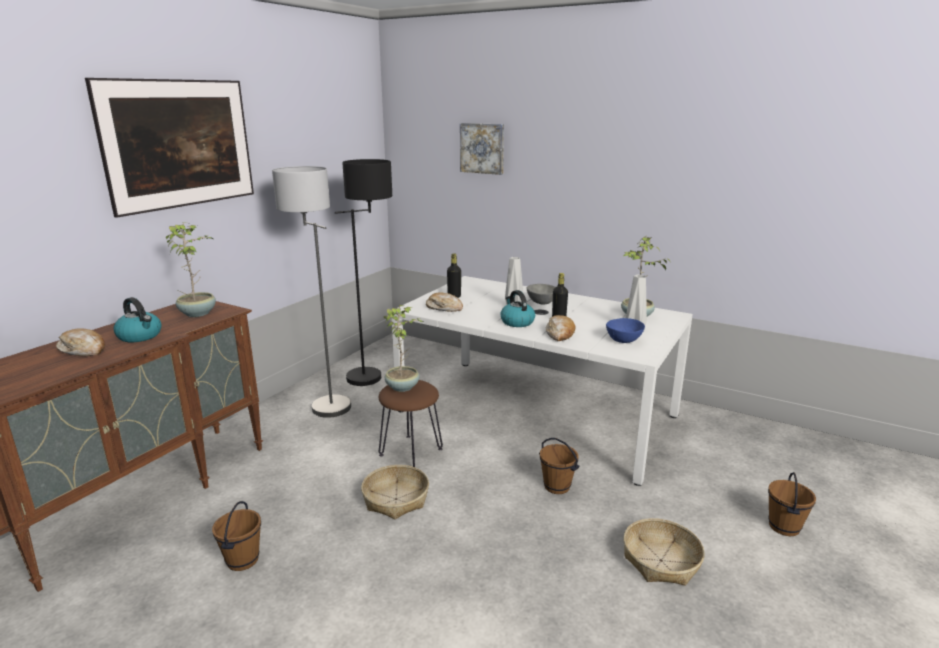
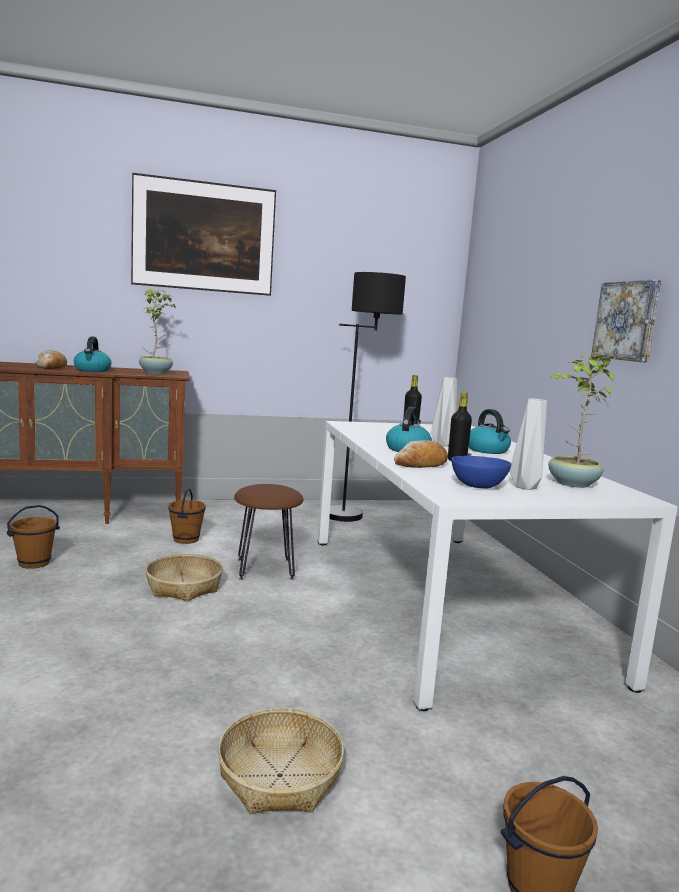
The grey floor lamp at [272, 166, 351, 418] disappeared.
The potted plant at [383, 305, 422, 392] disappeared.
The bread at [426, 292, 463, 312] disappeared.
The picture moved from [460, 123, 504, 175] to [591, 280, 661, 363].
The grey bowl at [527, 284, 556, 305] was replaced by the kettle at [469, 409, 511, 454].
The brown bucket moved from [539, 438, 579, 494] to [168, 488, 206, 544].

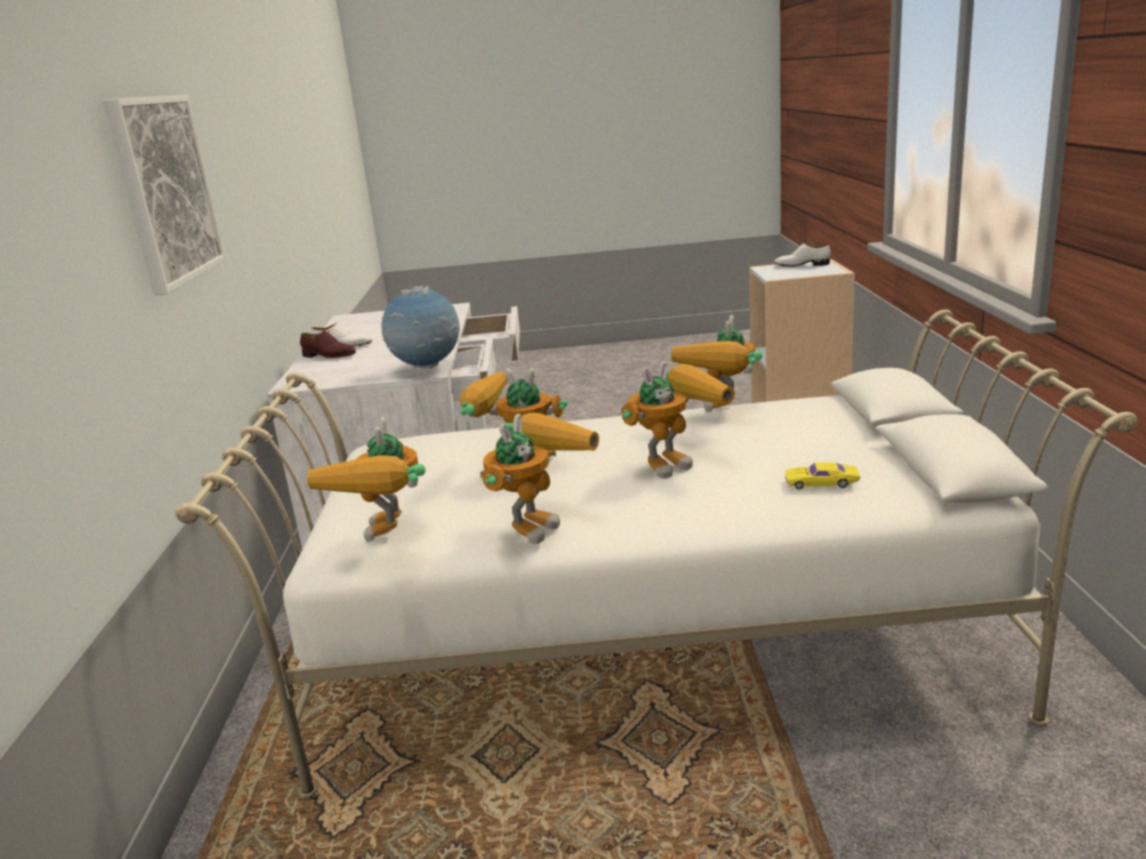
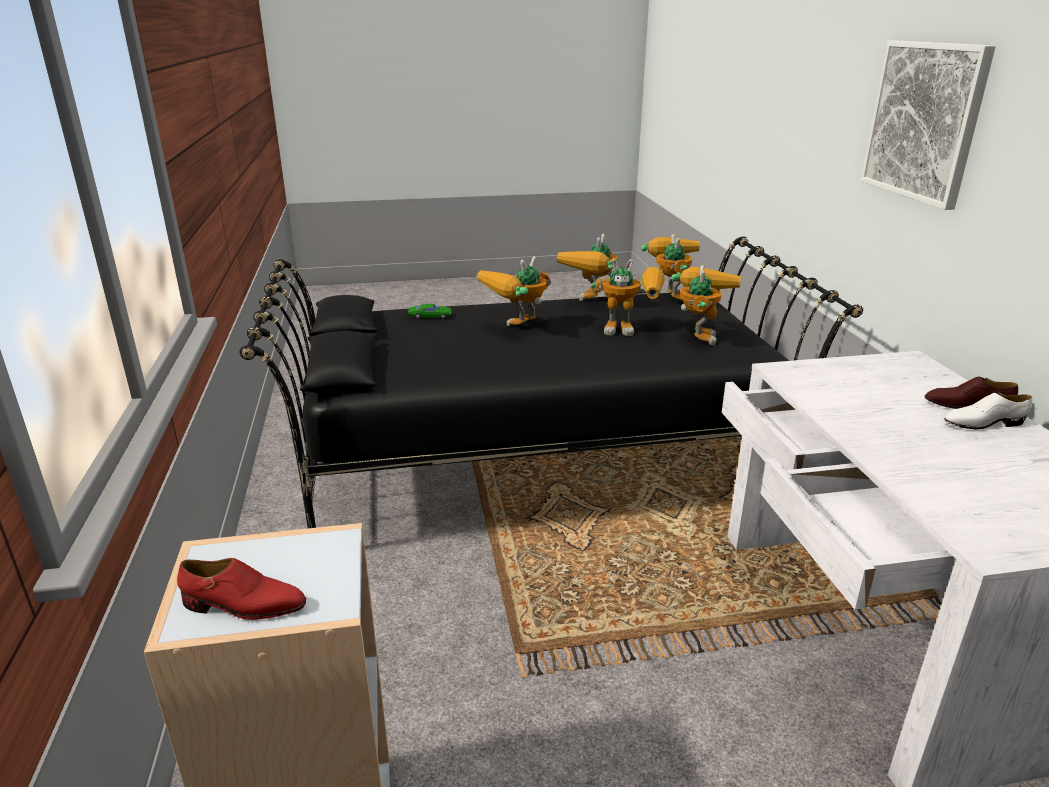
The white bed at [175, 310, 1137, 798] became the black bed at [240, 237, 863, 528].
The globe at [381, 286, 460, 368] disappeared.
The toy robot moved from [671, 315, 762, 412] to [671, 265, 741, 345].
The white shoe at [774, 243, 831, 267] became the red shoe at [177, 558, 306, 620].
The yellow toy car at [785, 462, 860, 489] became the green toy car at [408, 304, 451, 319].

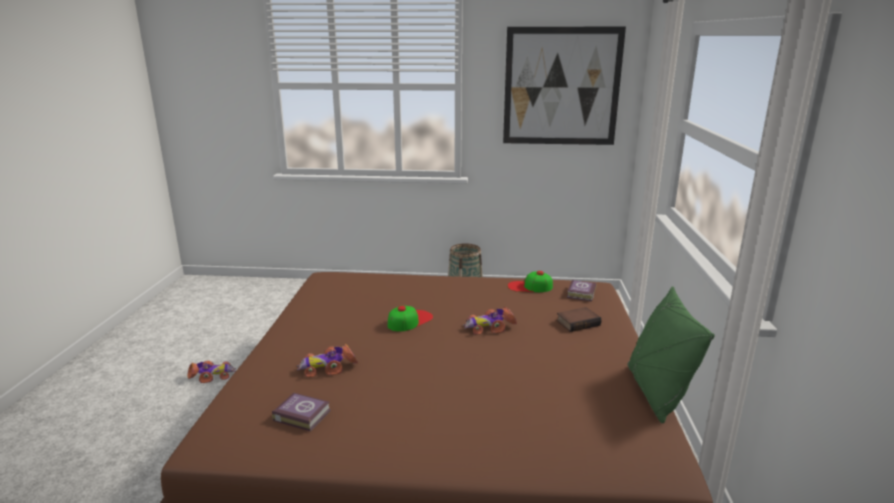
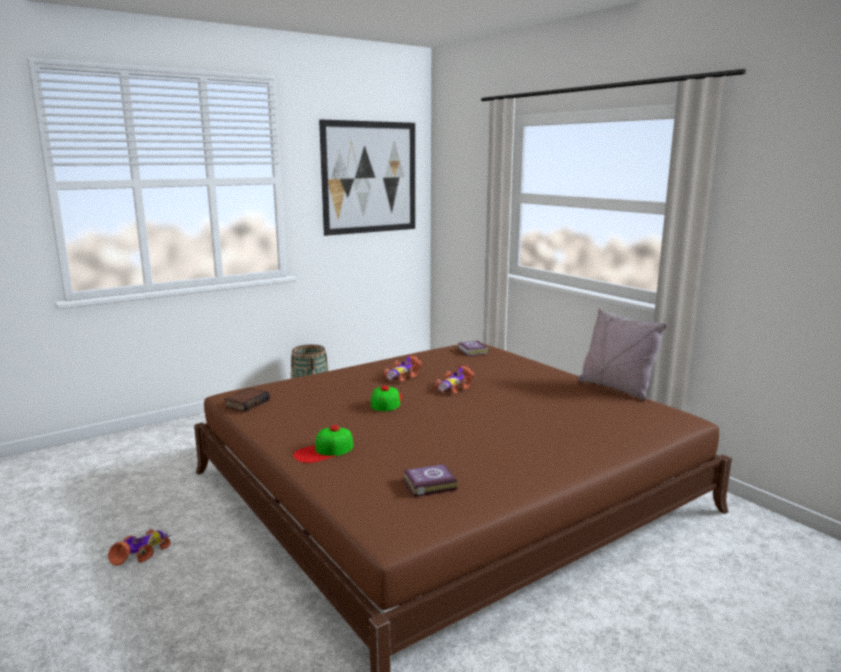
The toy car moved from [297, 344, 358, 377] to [384, 355, 422, 382].
The cap moved from [507, 271, 553, 292] to [293, 425, 353, 463].
The book moved from [557, 307, 602, 332] to [224, 388, 270, 412].
The green pillow at [628, 286, 715, 423] became the purple pillow at [578, 308, 667, 400].

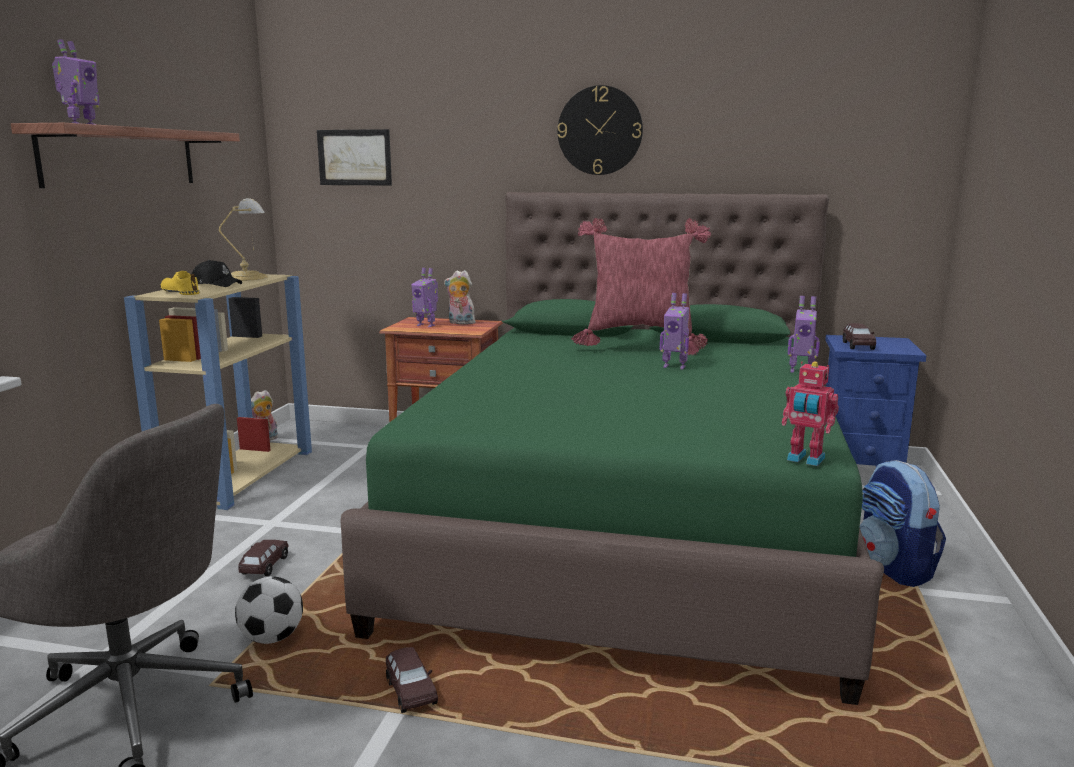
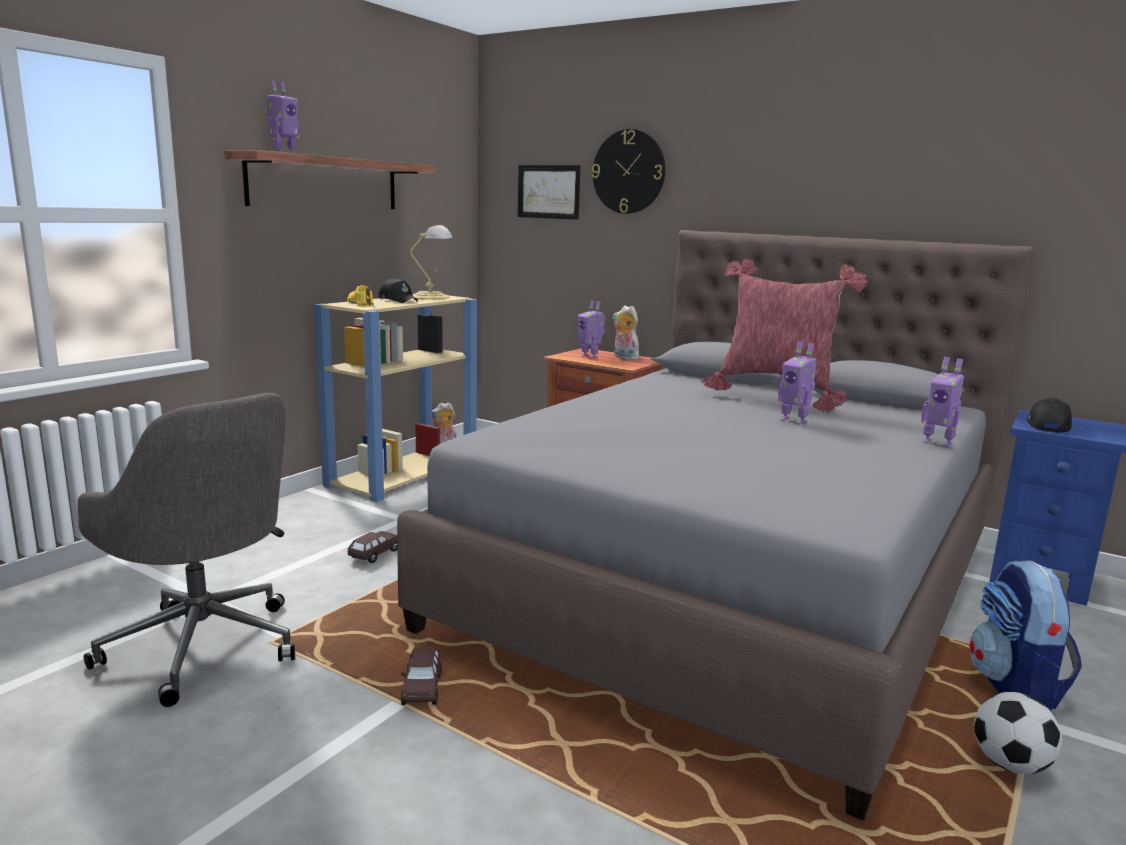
The football moved from [235, 576, 303, 644] to [974, 692, 1062, 774].
The green bed at [340, 192, 884, 705] became the grey bed at [397, 230, 1035, 821].
The wall clock moved from [558, 85, 643, 175] to [592, 129, 665, 214].
The toy robot at [782, 361, 839, 466] disappeared.
The brown toy car at [843, 323, 876, 350] was replaced by the black cap at [1027, 398, 1072, 432].

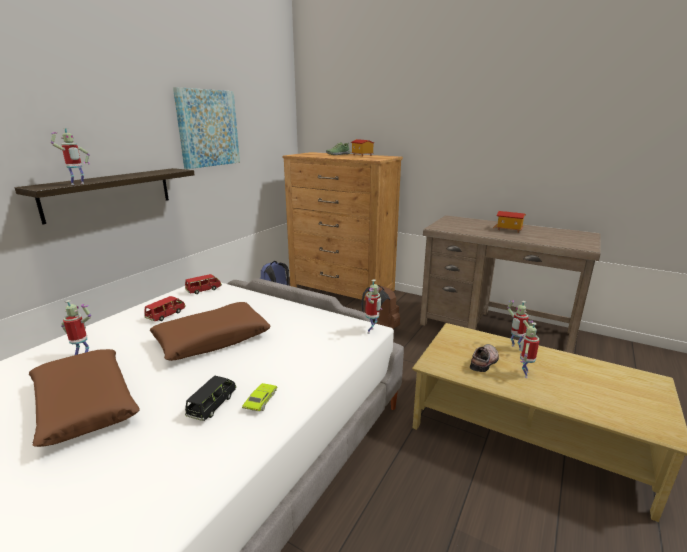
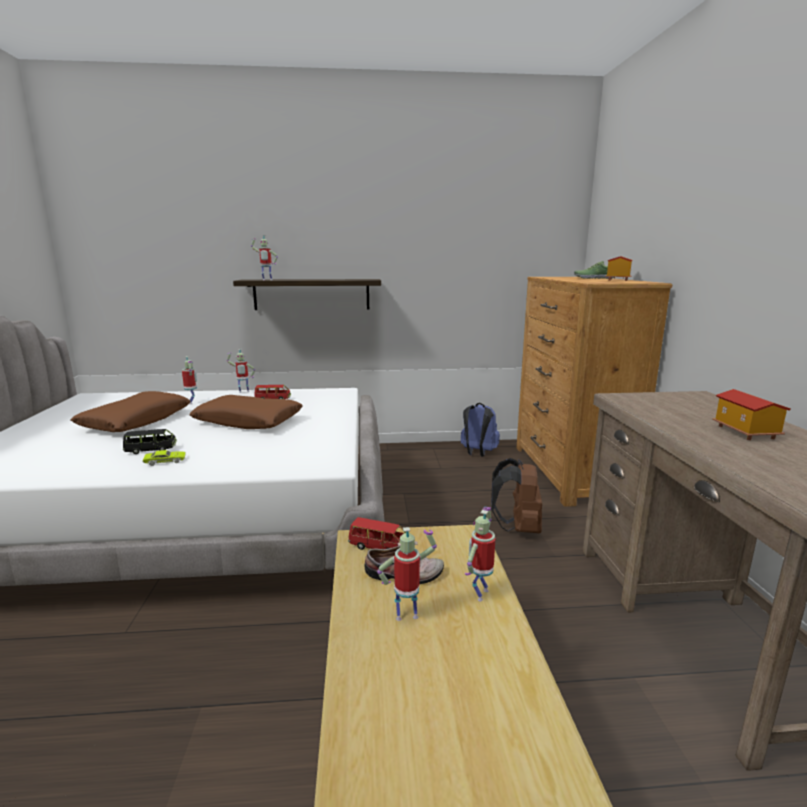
The picture at [173, 87, 240, 169] disappeared.
The red toy car moved from [185, 274, 222, 294] to [348, 517, 406, 550].
The toy robot moved from [365, 279, 382, 334] to [227, 349, 255, 393].

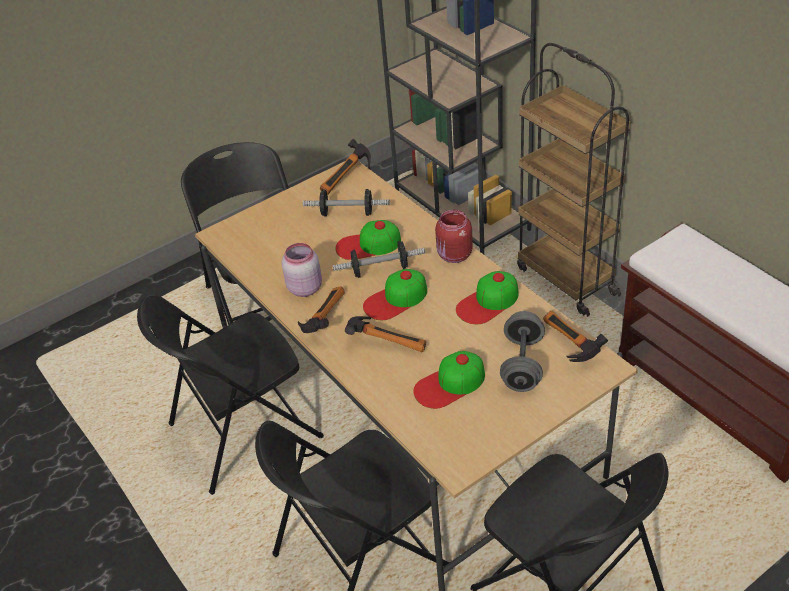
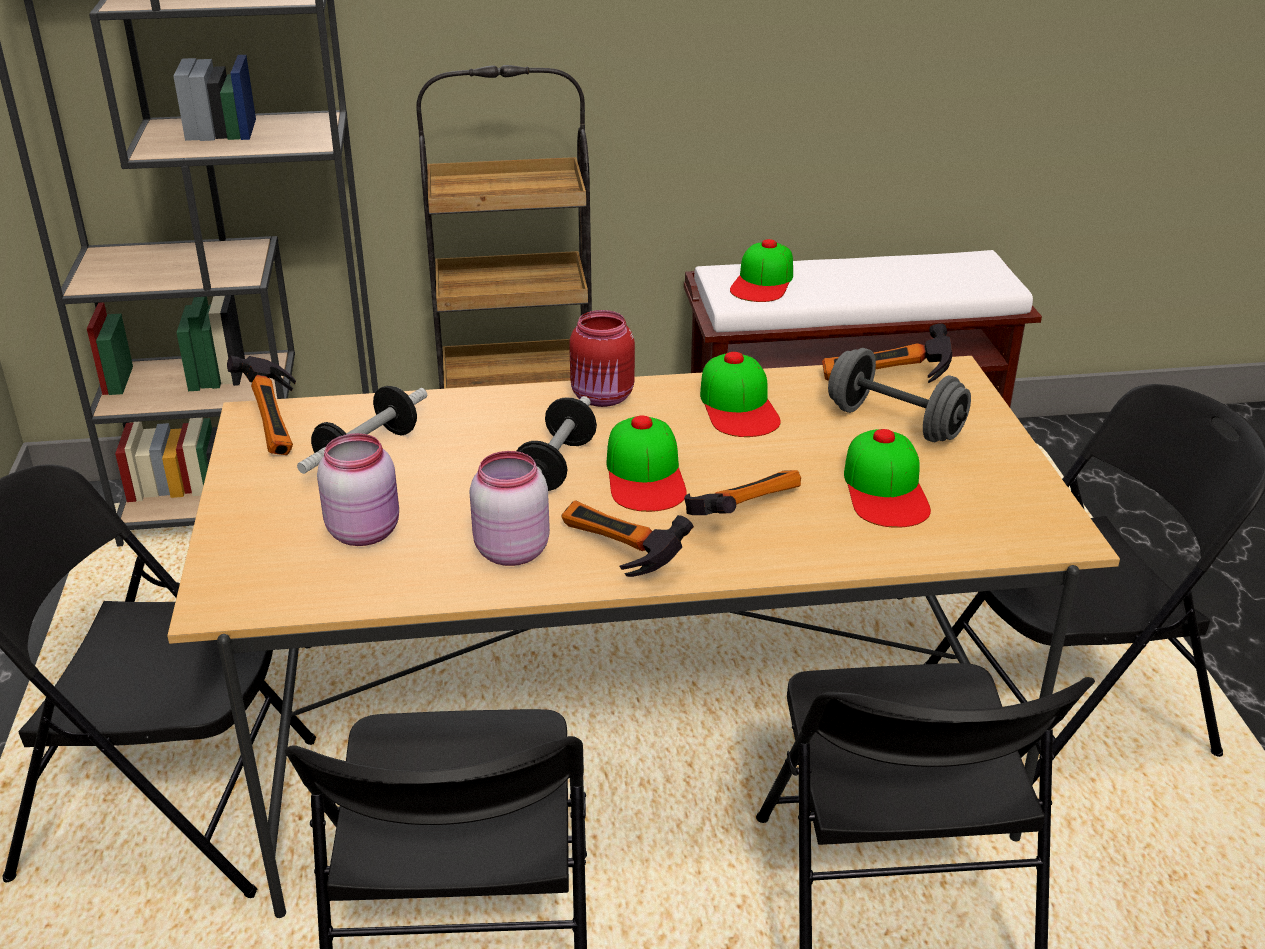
The cap moved from [336, 220, 401, 260] to [730, 239, 793, 302].
The pink jar at [317, 433, 399, 546] appeared.

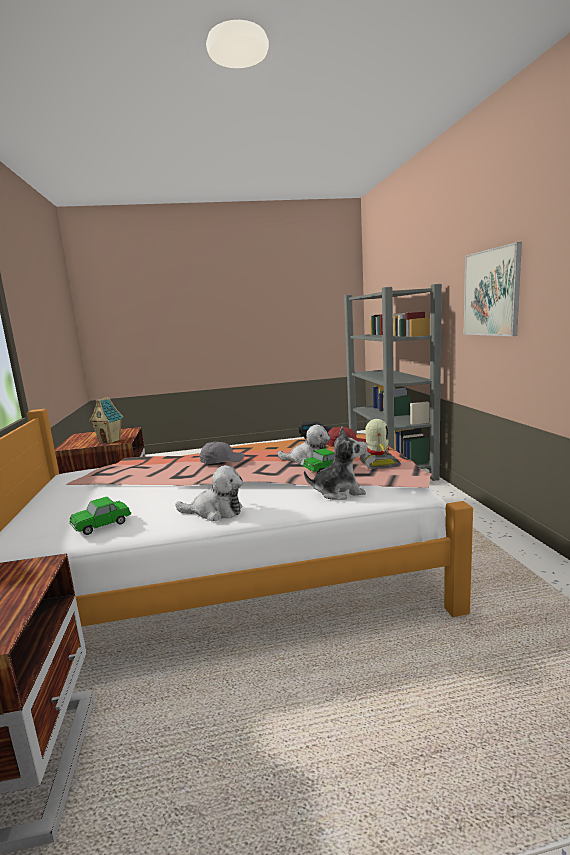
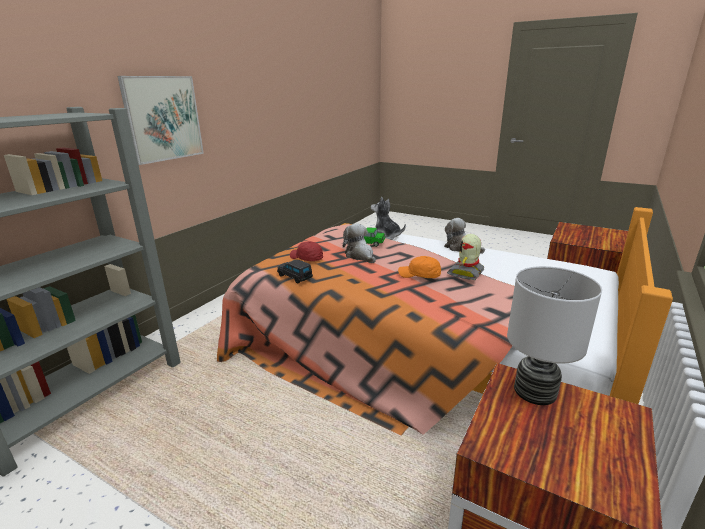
The toy car at [69, 497, 131, 535] disappeared.
The toy house at [89, 397, 123, 444] was replaced by the grey table lamp at [507, 266, 602, 405].
The grey cap at [200, 442, 244, 464] became the orange cap at [398, 256, 441, 278].
The toy robot moved from [360, 419, 401, 469] to [447, 234, 484, 280].

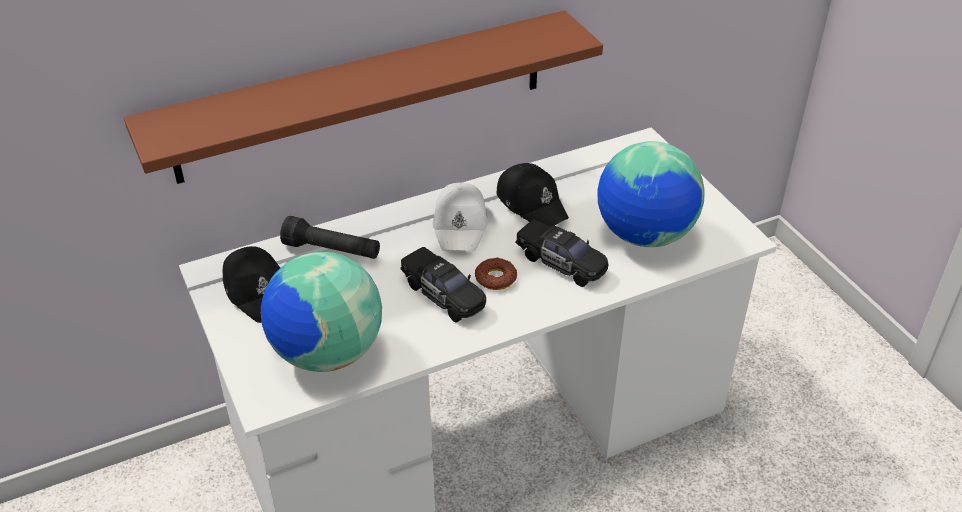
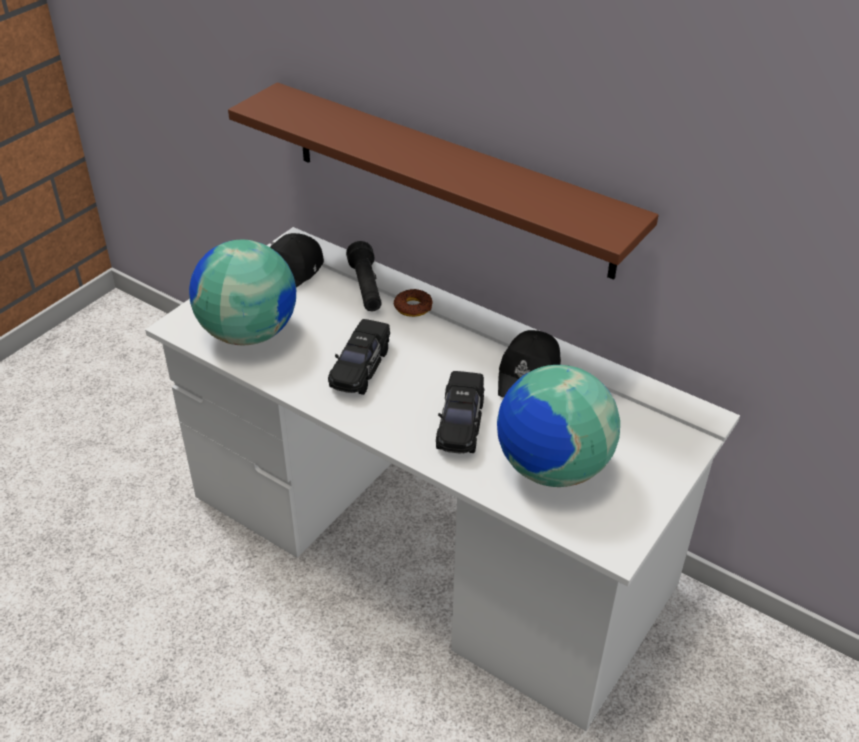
The white cap at [433, 183, 488, 251] disappeared.
The donut moved from [475, 258, 517, 290] to [394, 289, 433, 317].

